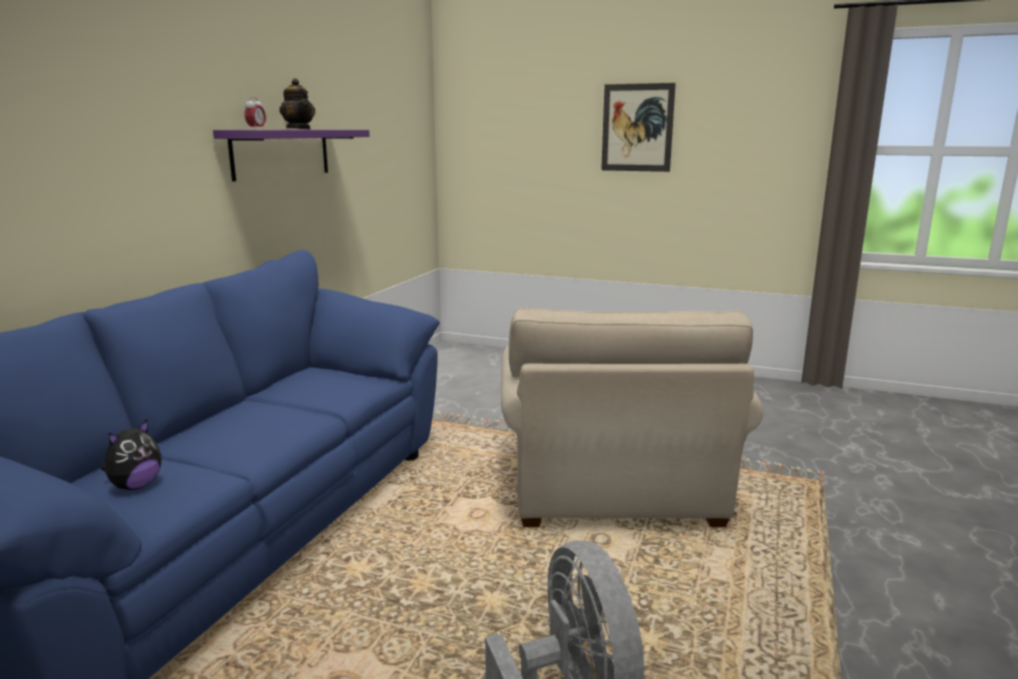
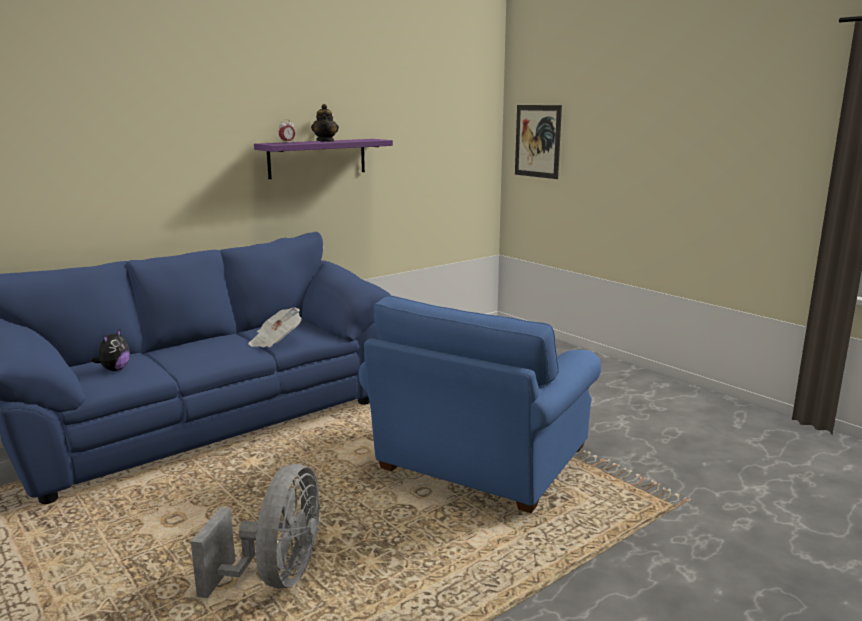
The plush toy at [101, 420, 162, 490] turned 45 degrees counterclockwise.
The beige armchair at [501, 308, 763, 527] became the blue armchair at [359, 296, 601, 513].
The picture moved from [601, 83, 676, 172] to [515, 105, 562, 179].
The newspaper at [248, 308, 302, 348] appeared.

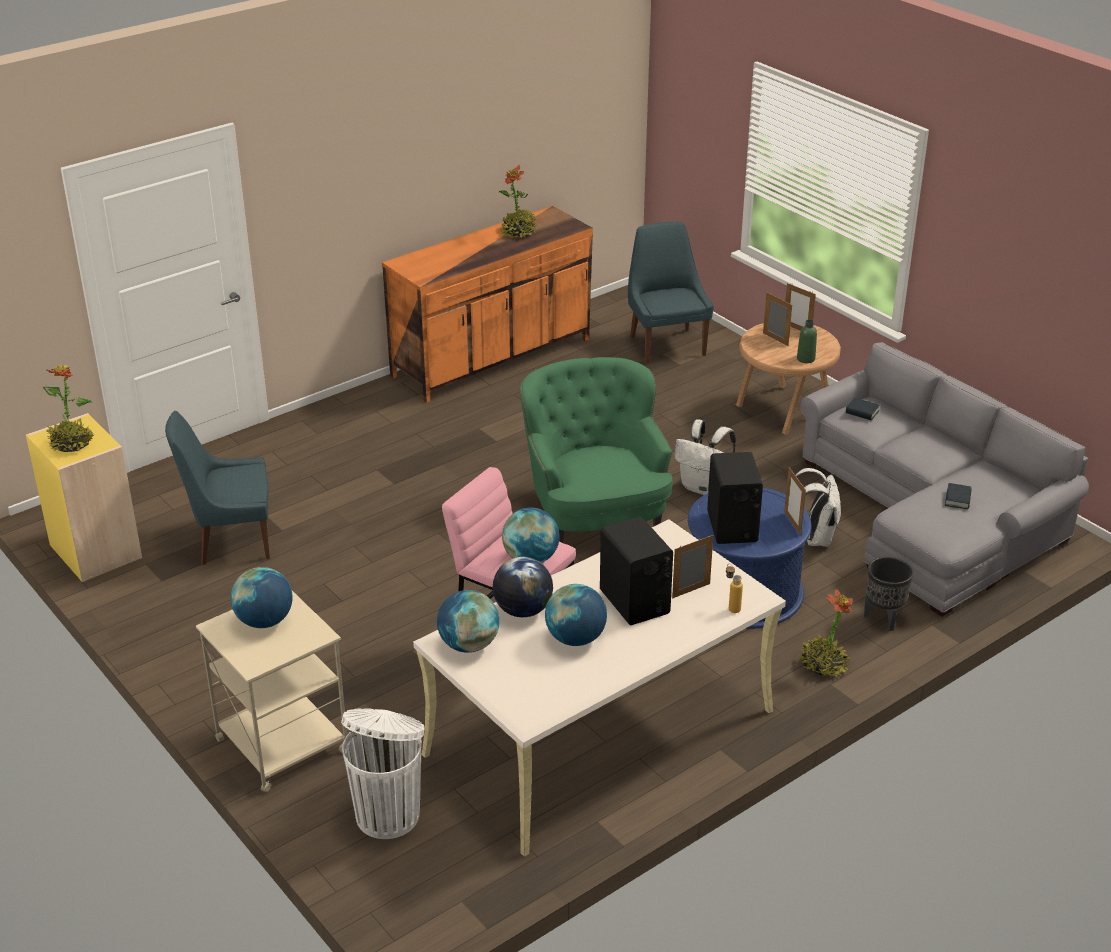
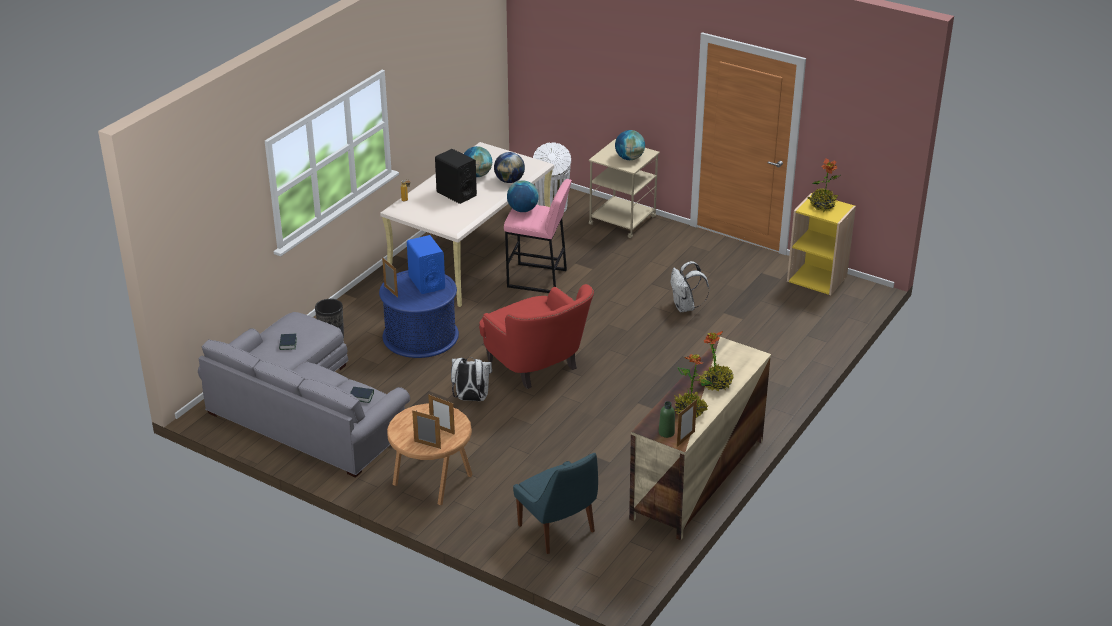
The blue chair at [165, 411, 270, 565] disappeared.
The orange cabinet at [382, 206, 593, 403] became the beige cabinet at [629, 337, 771, 541].
The globe at [437, 590, 499, 653] disappeared.
The green armchair at [519, 357, 673, 543] became the red armchair at [479, 284, 594, 389].
The picture frame moved from [672, 535, 713, 599] to [677, 399, 697, 447].
The black speaker at [707, 452, 763, 544] became the blue speaker at [407, 235, 445, 294].
The white backpack moved from [795, 468, 841, 547] to [671, 261, 709, 312].
The green bottle moved from [797, 320, 817, 363] to [659, 401, 675, 438].
The potted plant moved from [800, 589, 853, 677] to [699, 331, 734, 391].

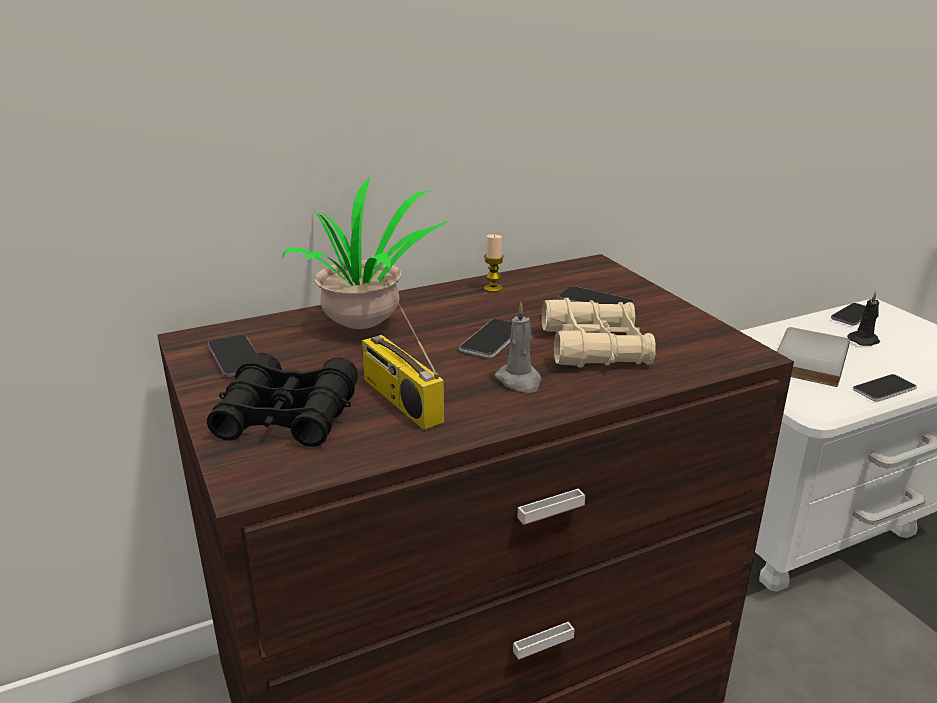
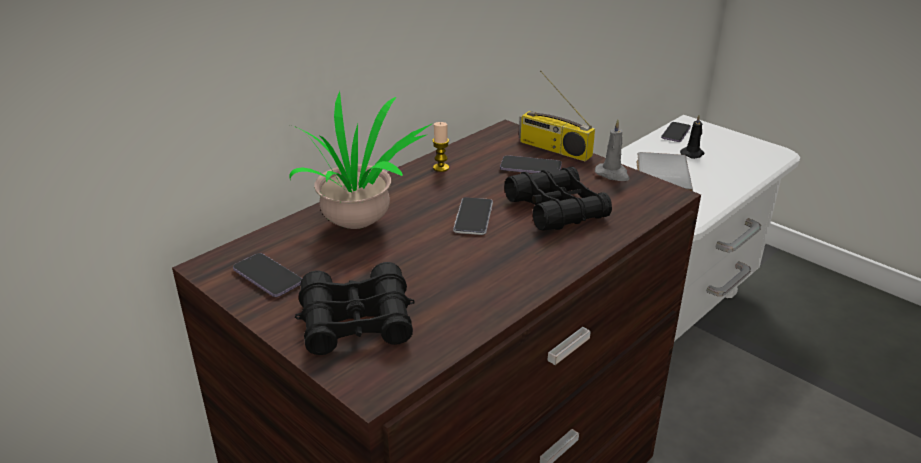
The radio moved from [362, 276, 444, 430] to [519, 71, 595, 161].
The grey candle moved from [495, 302, 541, 393] to [595, 119, 630, 181].
The beige binoculars at [541, 298, 656, 368] became the black binoculars at [504, 167, 612, 231].
The phone at [853, 374, 917, 402] disappeared.

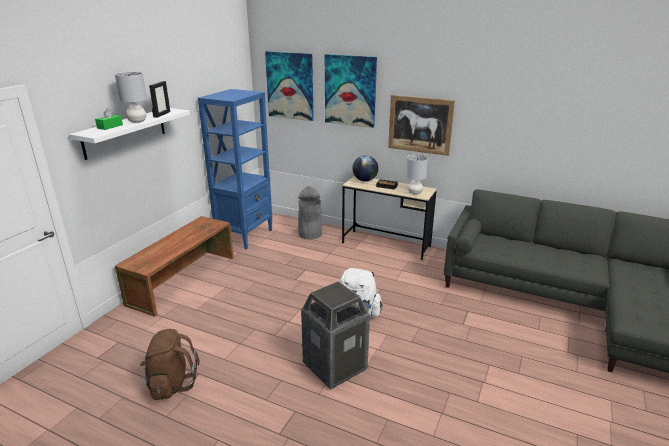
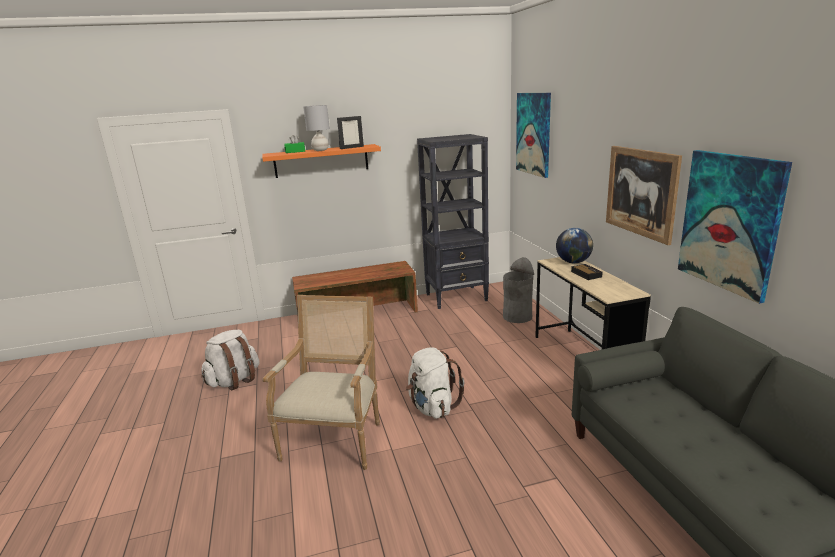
The white shelf at [69, 108, 190, 160] became the orange shelf at [262, 144, 381, 178].
The brown backpack at [140, 329, 199, 400] became the white backpack at [201, 330, 260, 390].
The blue bookcase at [198, 89, 273, 250] became the black bookcase at [417, 134, 489, 309].
The trash can at [301, 281, 370, 390] was replaced by the armchair at [262, 295, 380, 470].
The picture moved from [325, 54, 377, 128] to [678, 150, 792, 304].
The grey table lamp at [406, 155, 428, 195] disappeared.

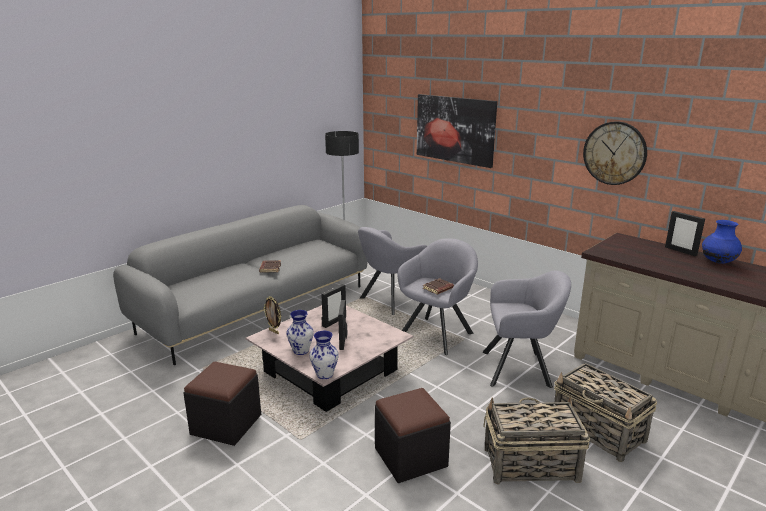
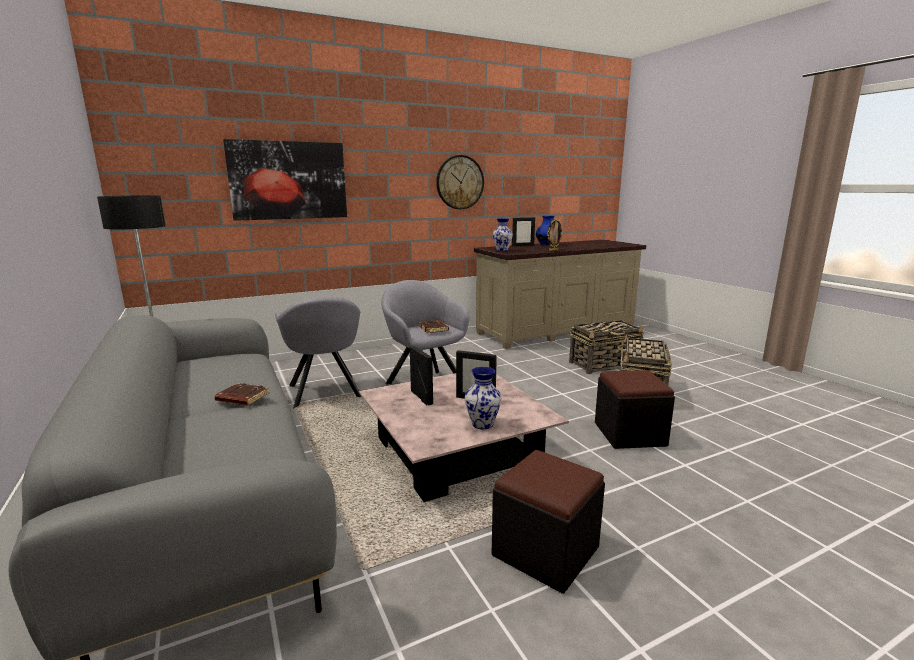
The picture frame moved from [263, 296, 281, 334] to [547, 219, 563, 251].
The vase moved from [310, 331, 339, 379] to [493, 218, 513, 251].
The grey armchair at [483, 270, 571, 388] disappeared.

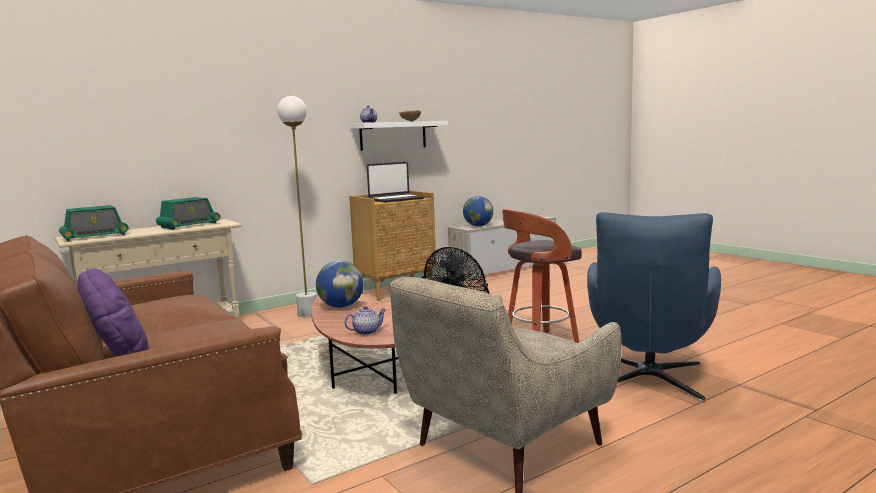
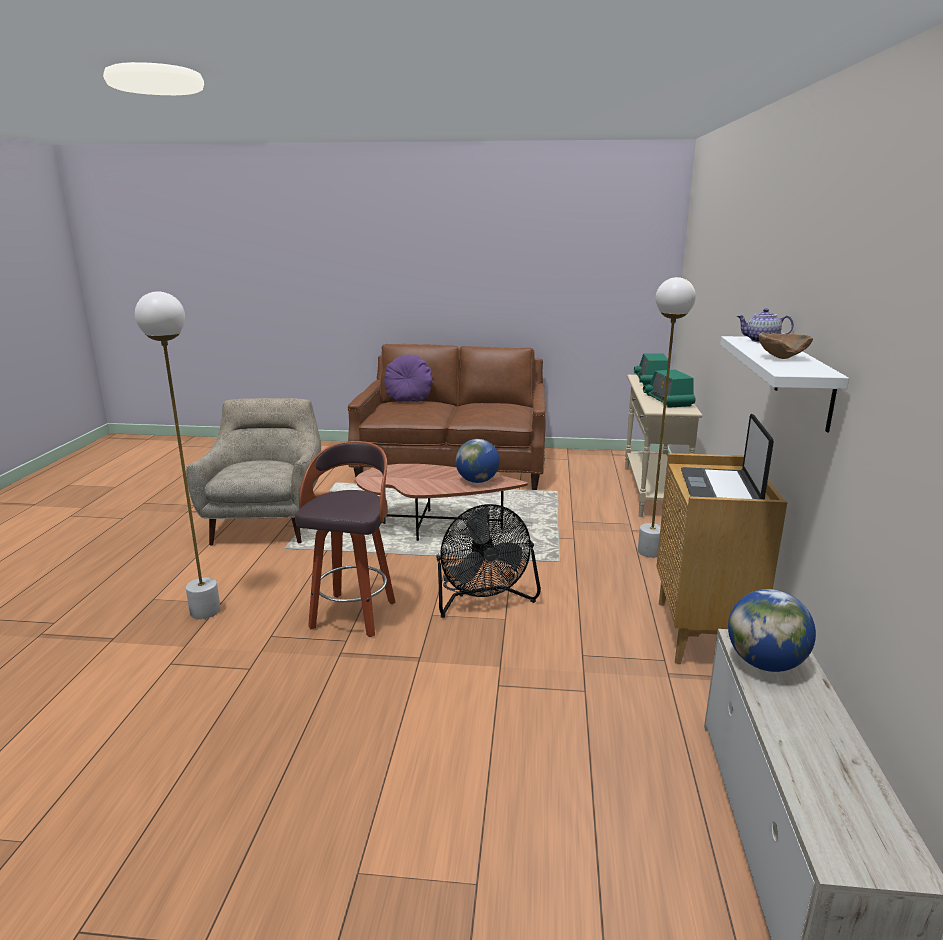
The teapot at [344, 306, 386, 335] disappeared.
The blue armchair at [587, 212, 721, 401] was replaced by the white floor lamp at [135, 291, 221, 619].

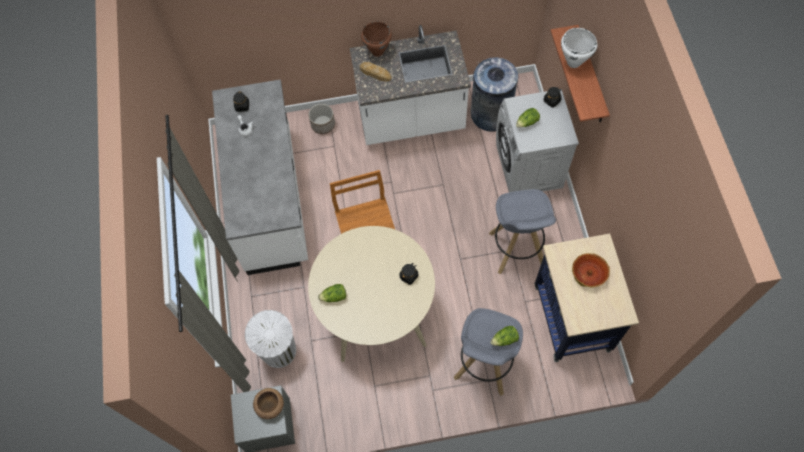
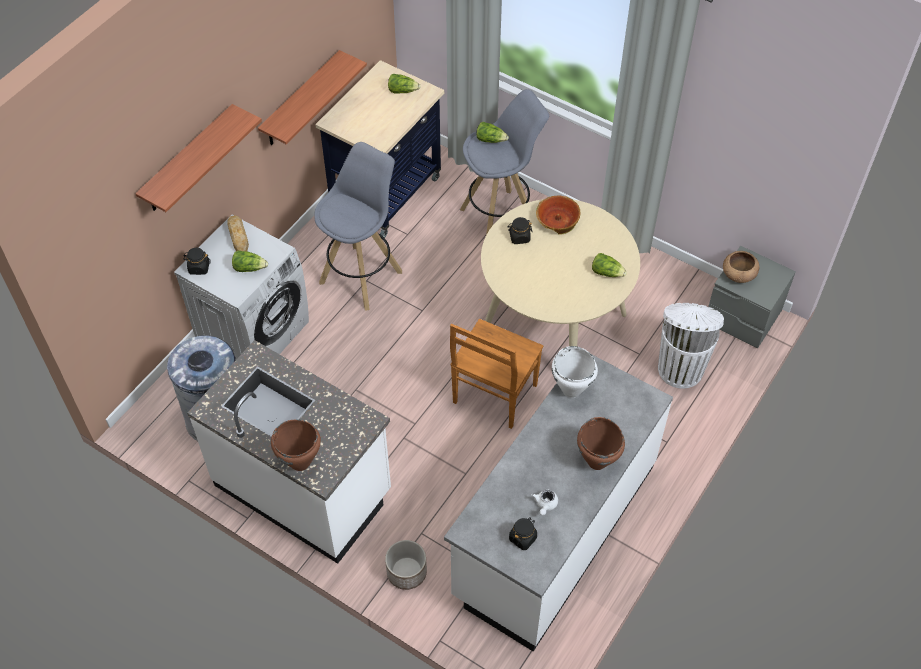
The bread moved from [360, 62, 392, 82] to [227, 215, 249, 251].
The white cooking pot moved from [561, 28, 597, 68] to [552, 346, 598, 398].
The bowl moved from [572, 253, 610, 288] to [536, 196, 580, 235].
The shelf at [258, 50, 367, 145] appeared.
The lettuce at [388, 74, 421, 94] appeared.
The brown cooking pot at [577, 417, 625, 470] appeared.

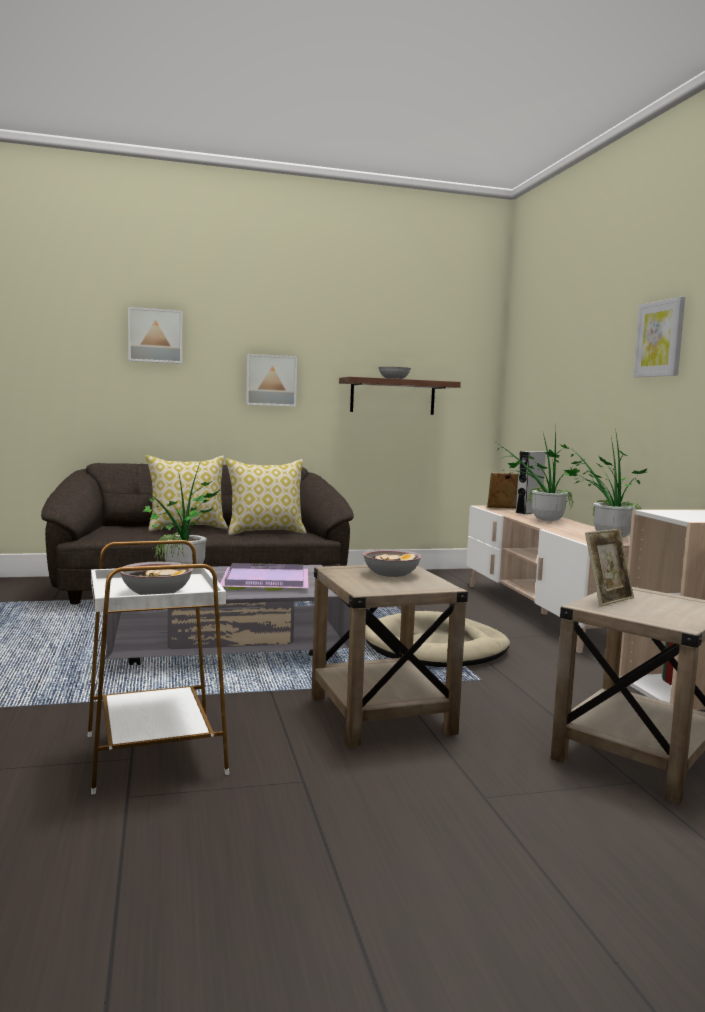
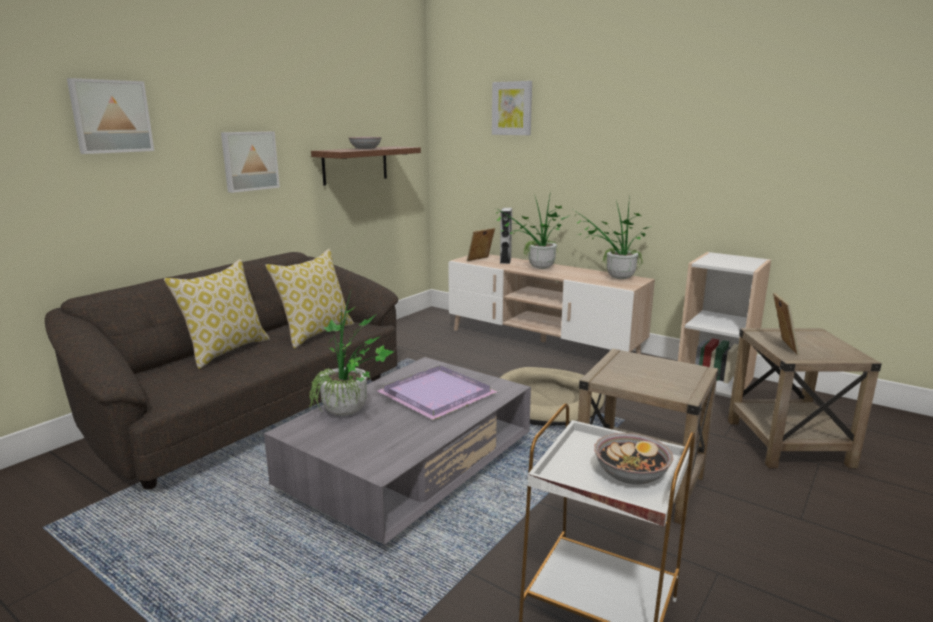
The bowl at [362, 549, 422, 577] disappeared.
The picture moved from [633, 297, 685, 378] to [492, 81, 532, 135].

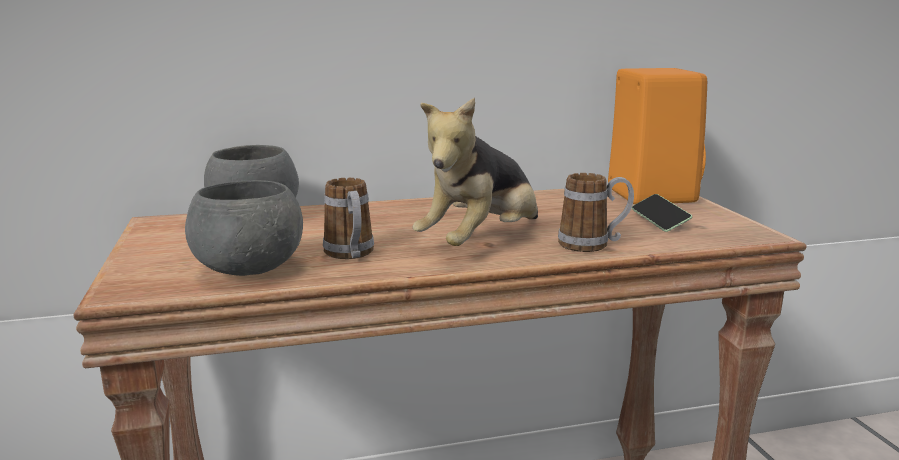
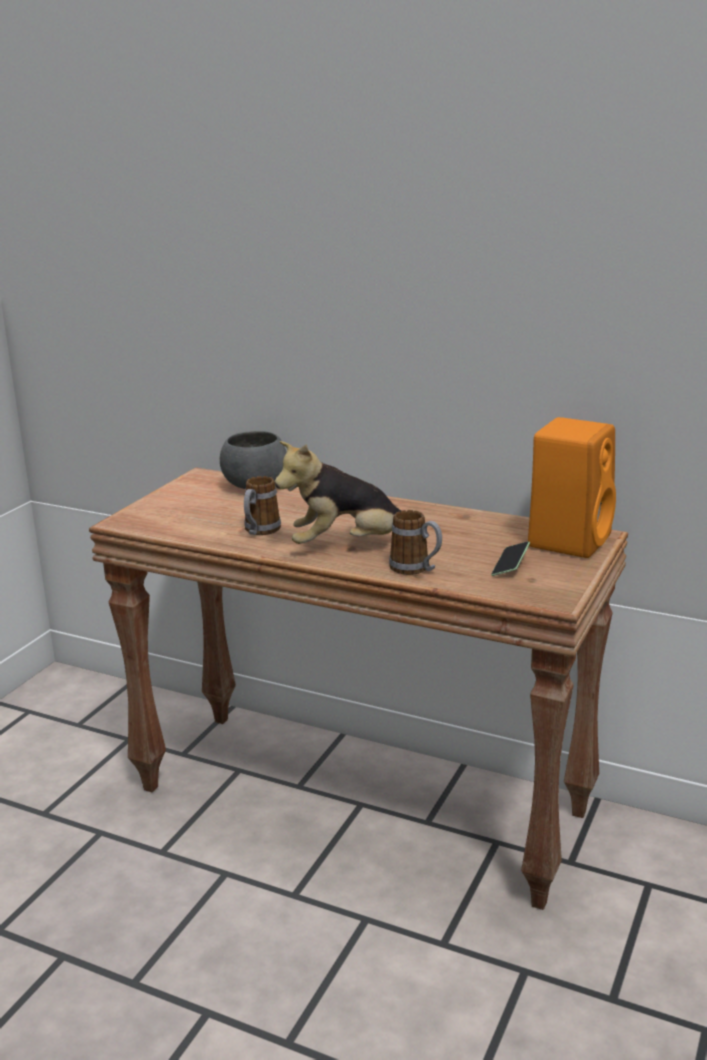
The grey bowl at [185, 180, 303, 276] disappeared.

